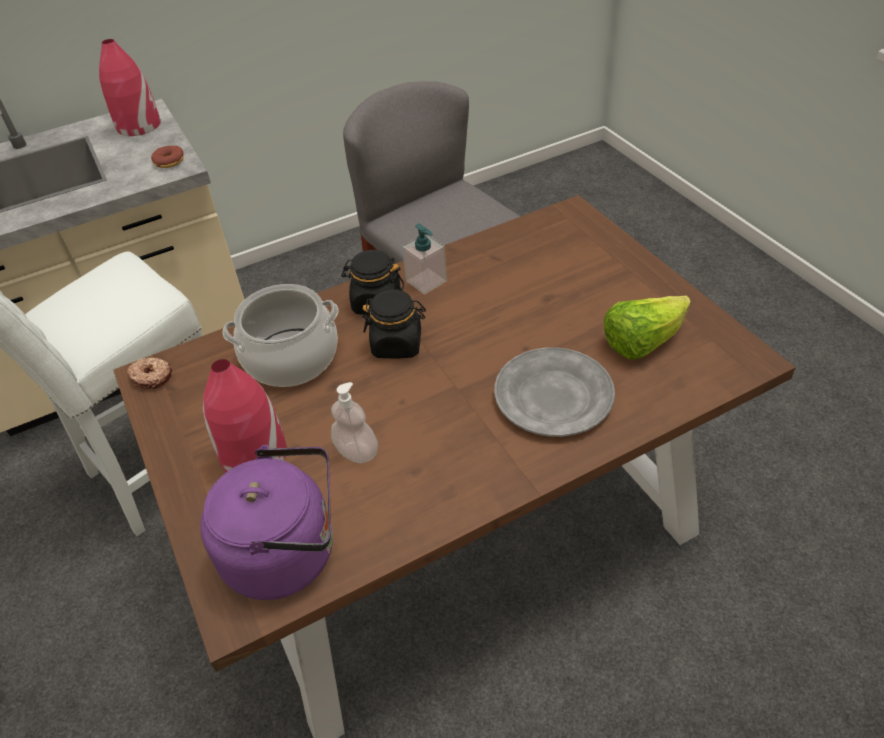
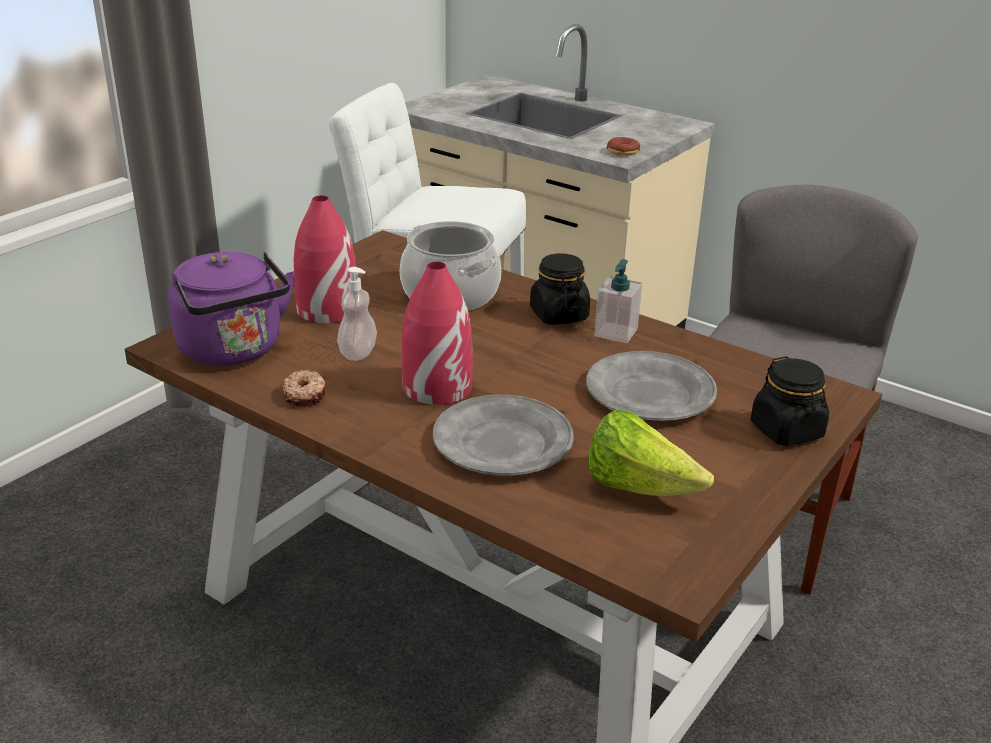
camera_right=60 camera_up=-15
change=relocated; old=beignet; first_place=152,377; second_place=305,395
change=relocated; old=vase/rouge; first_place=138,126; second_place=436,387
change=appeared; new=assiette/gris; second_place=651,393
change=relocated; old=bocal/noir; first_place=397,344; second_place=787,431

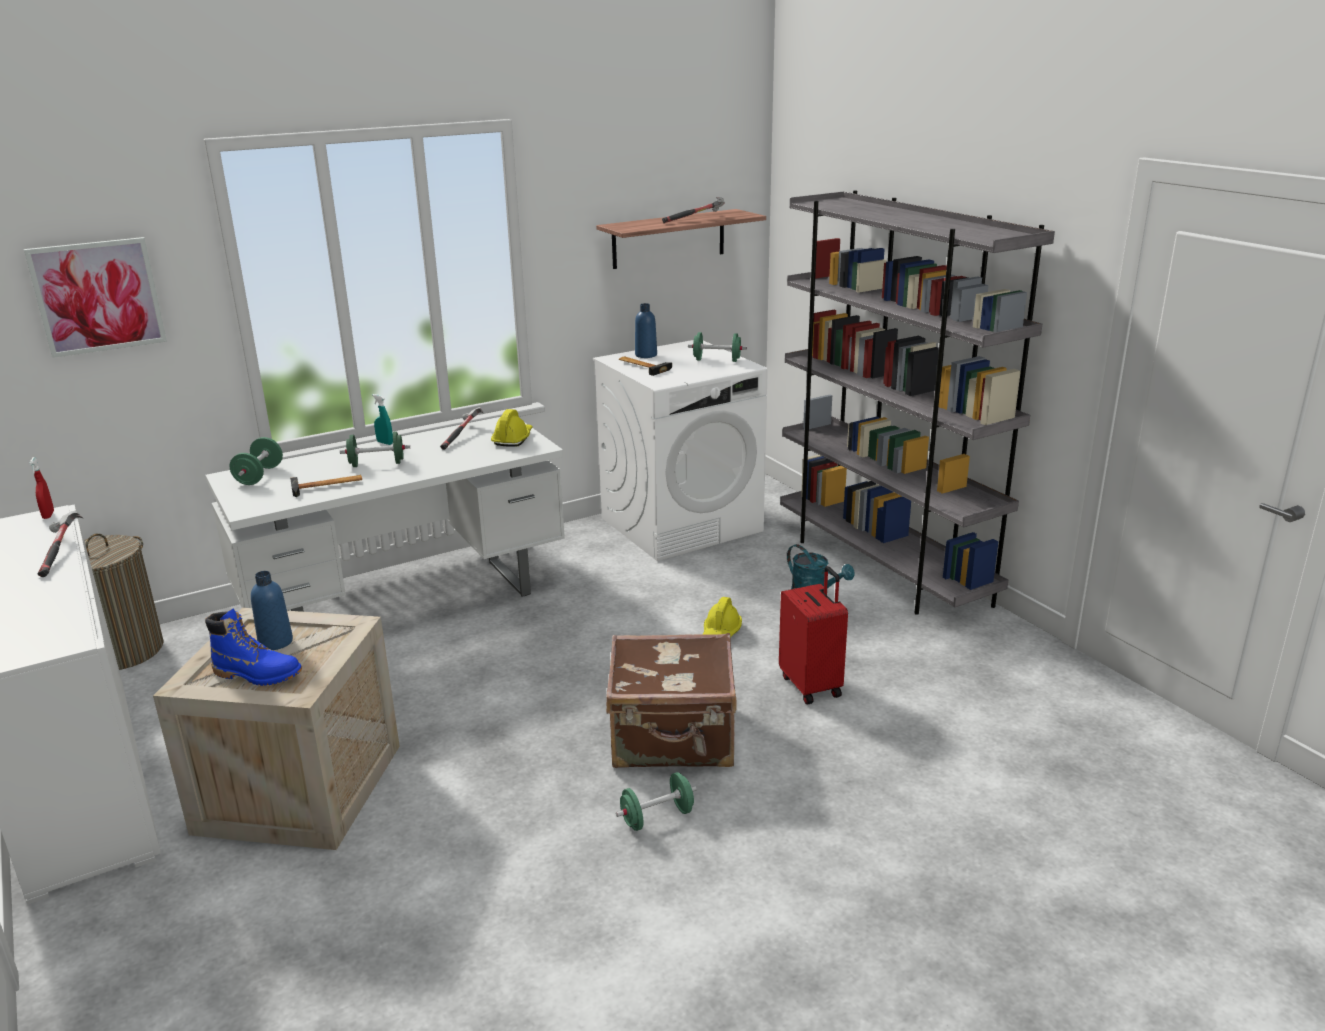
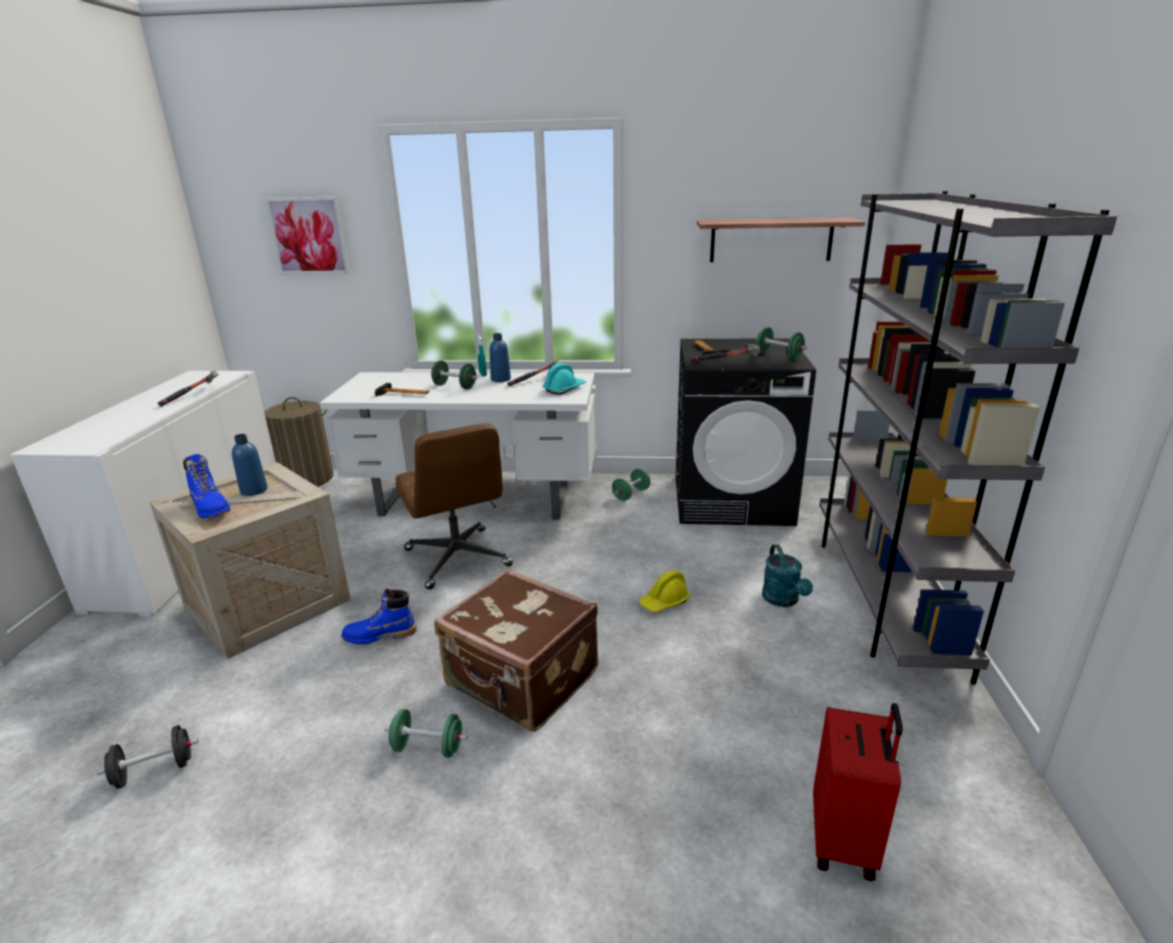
camera_right=35 camera_up=0
change=appeared; new=haltère/noir; second_place=154,771
change=appeared; new=botte/bleu; second_place=380,635
change=appeared; new=chaise de bureau/marron; second_place=458,558
change=relocated; old=bouteille/bleu; first_place=646,355; second_place=500,379
change=colour; old=casque de chantier/jaune; new=casque de chantier/turquoise; first_place=512,439; second_place=564,389
change=relocated; old=haltère/vert; first_place=259,476; second_place=631,494
change=colour; old=lave-linge/blanc; new=lave-linge/noir; first_place=682,524; second_place=732,500
change=relocated; old=marteau; first_place=696,220; second_place=728,362
change=relocated; old=valise/rouge; first_place=812,685; second_place=845,841
change=missing; old=vaporisateur/rouge; first_place=48,515

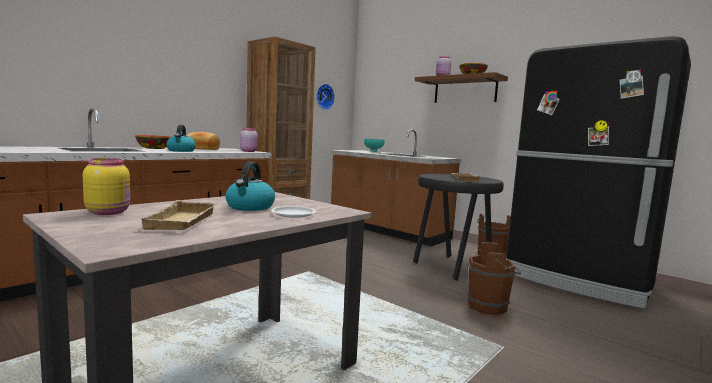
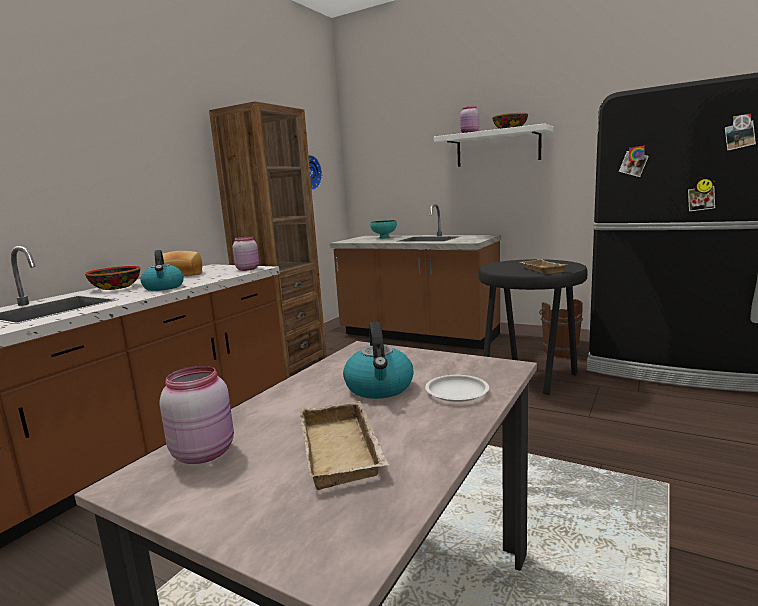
camera_right=-10 camera_up=5
change=colour; old=bocal/jaune; new=bocal/rose; first_place=109,212; second_place=204,452
change=colour; old=étagère/marron; new=étagère/blanc; first_place=465,90; second_place=497,148
change=missing; old=seau/marron; first_place=490,307

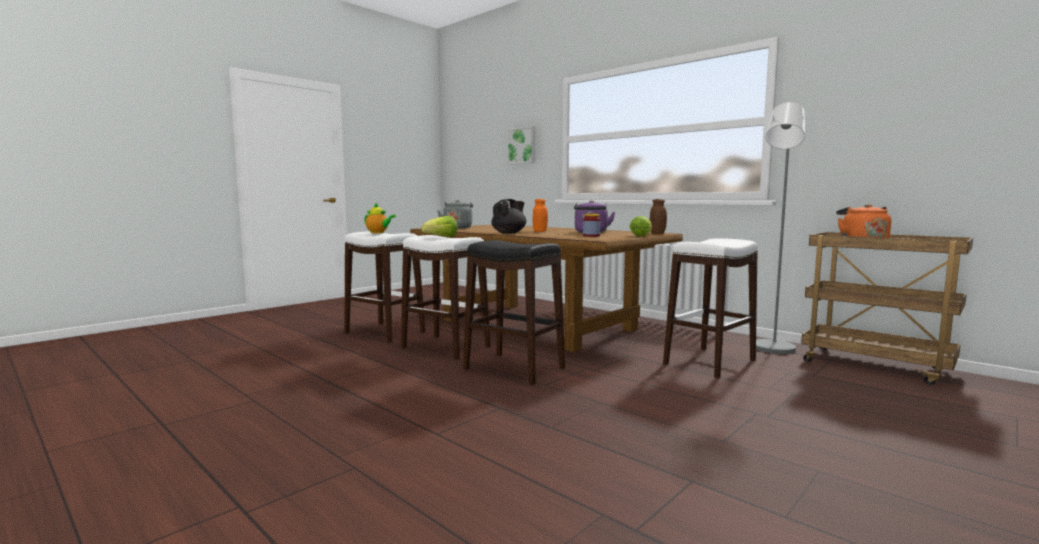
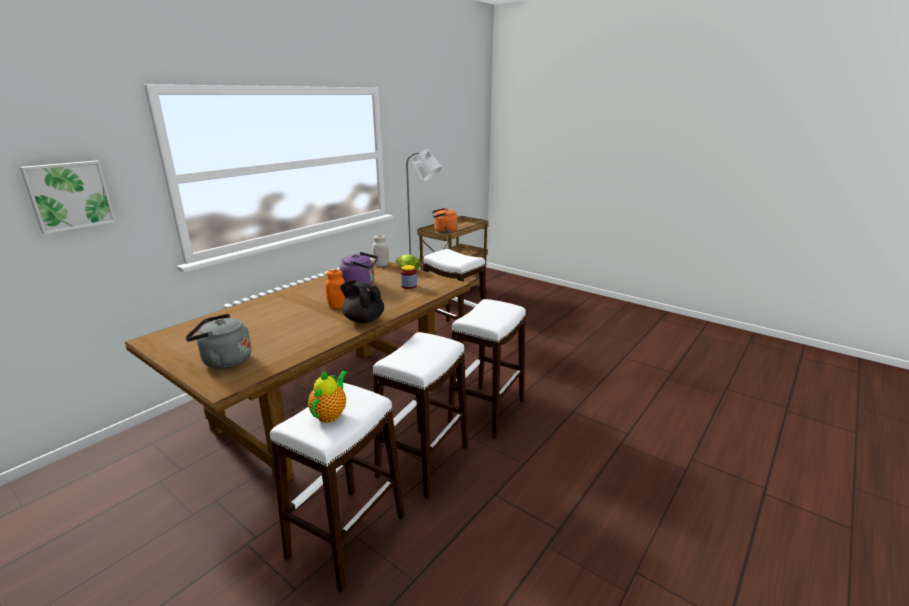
camera_right=-95 camera_up=15
change=colour; old=bocal/marron; new=bocal/blanc; first_place=657,233; second_place=381,265
change=colour; old=tabouret/noir; new=tabouret/blanc; first_place=513,368; second_place=487,411
change=missing; old=laitue; first_place=441,237

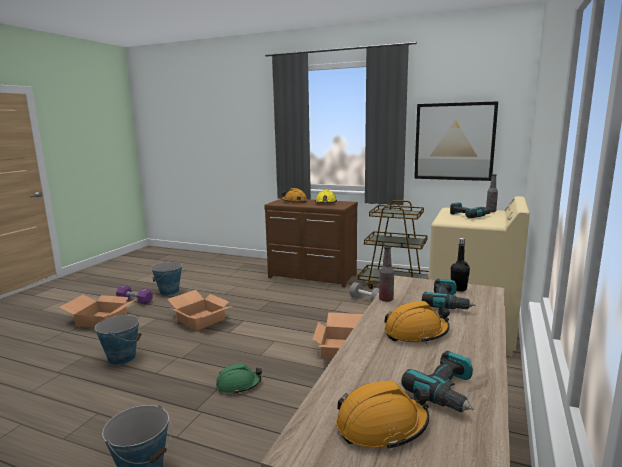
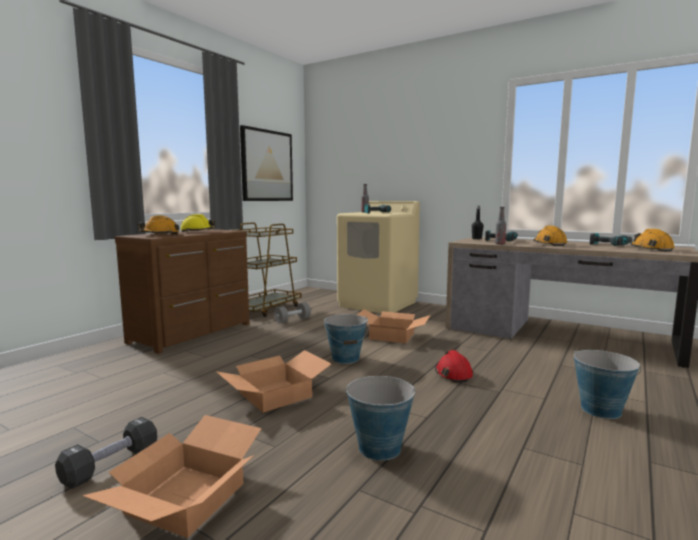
camera_right=-80 camera_up=-5
change=colour; old=haltère/violet; new=haltère/noir; first_place=135,301; second_place=111,465
change=relocated; old=seau; first_place=169,292; second_place=346,358
change=colour; old=casque de chantier/vert; new=casque de chantier/rouge; first_place=238,385; second_place=453,374

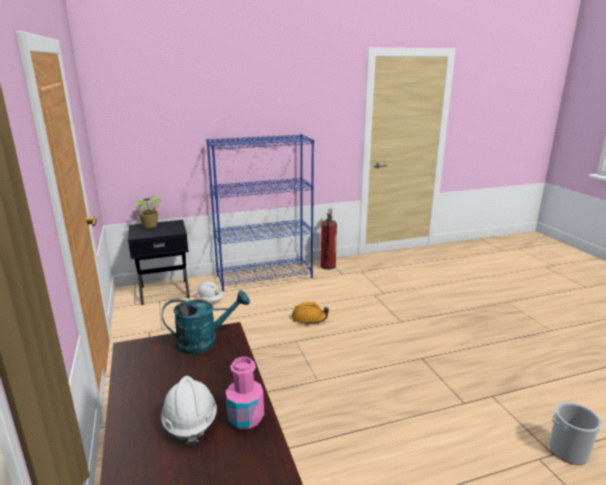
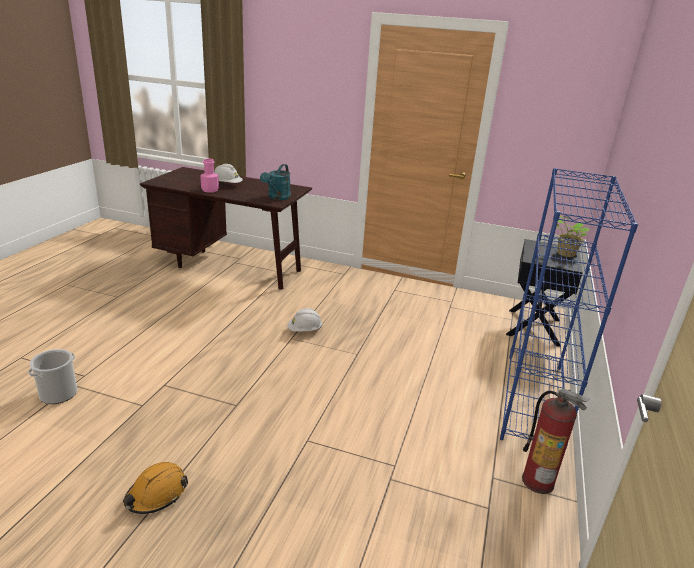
camera_right=125 camera_up=5
change=relocated; old=casque de chantier/orange; first_place=309,318; second_place=156,494
change=relocated; old=casque de chantier/blanc; first_place=210,299; second_place=304,330

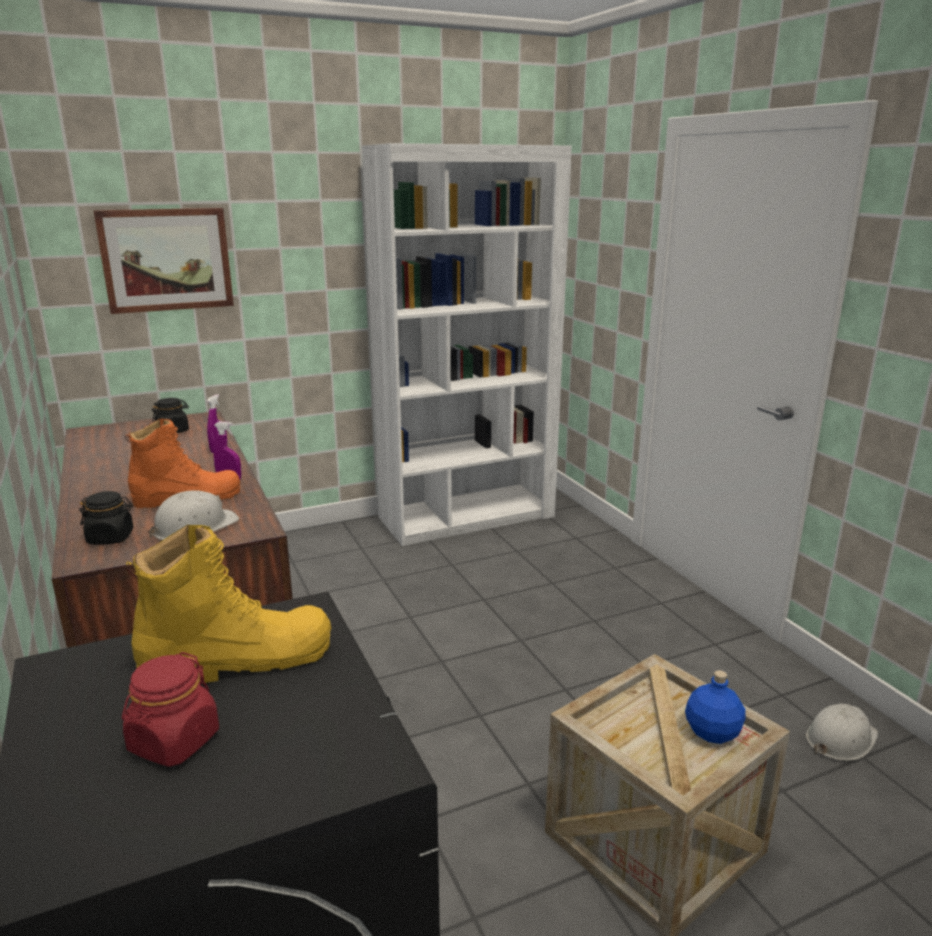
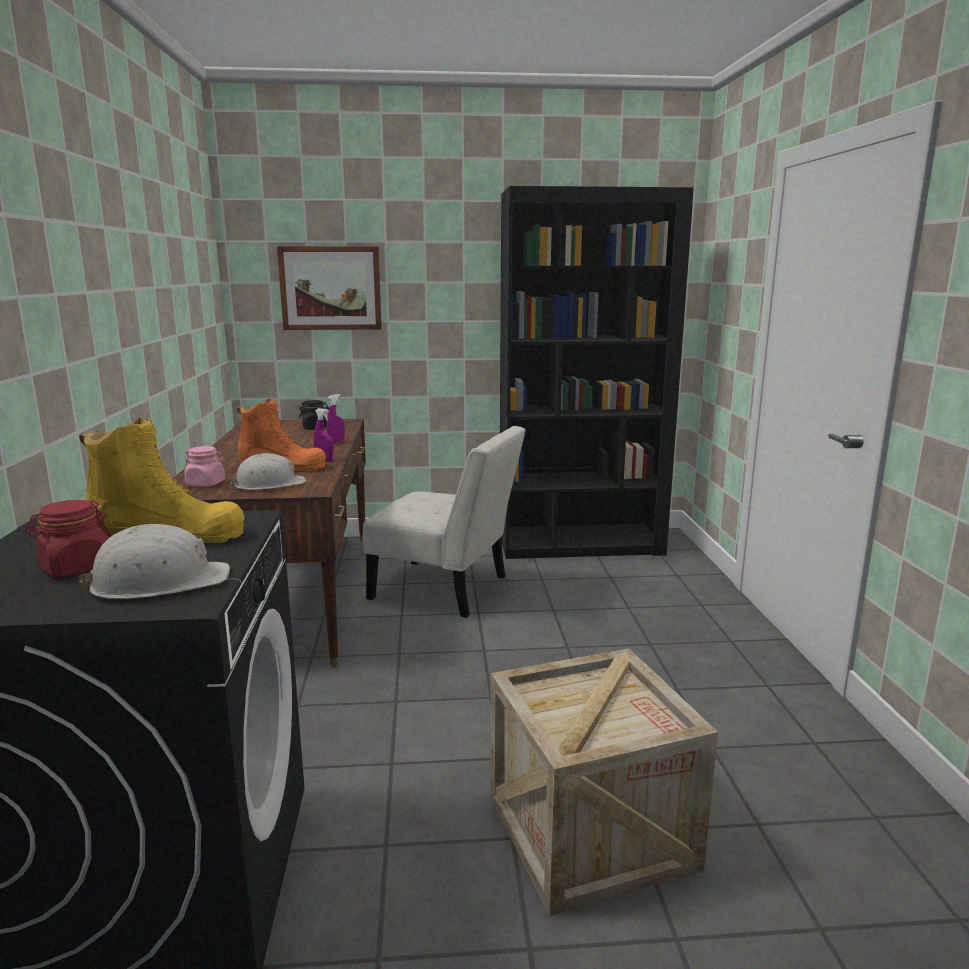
camera_right=20 camera_up=-5
change=relocated; old=casque de chantier/blanc; first_place=840,739; second_place=159,582
change=colour; old=bocal/noir; new=bocal/rose; first_place=111,538; second_place=206,483
change=appeared; new=chaise/blanc; second_place=446,590
change=colour; old=bibliothèque/blanc; new=bibliothèque/noir; first_place=467,517; second_place=580,544
change=missing; old=bouteille/bleu; first_place=712,732

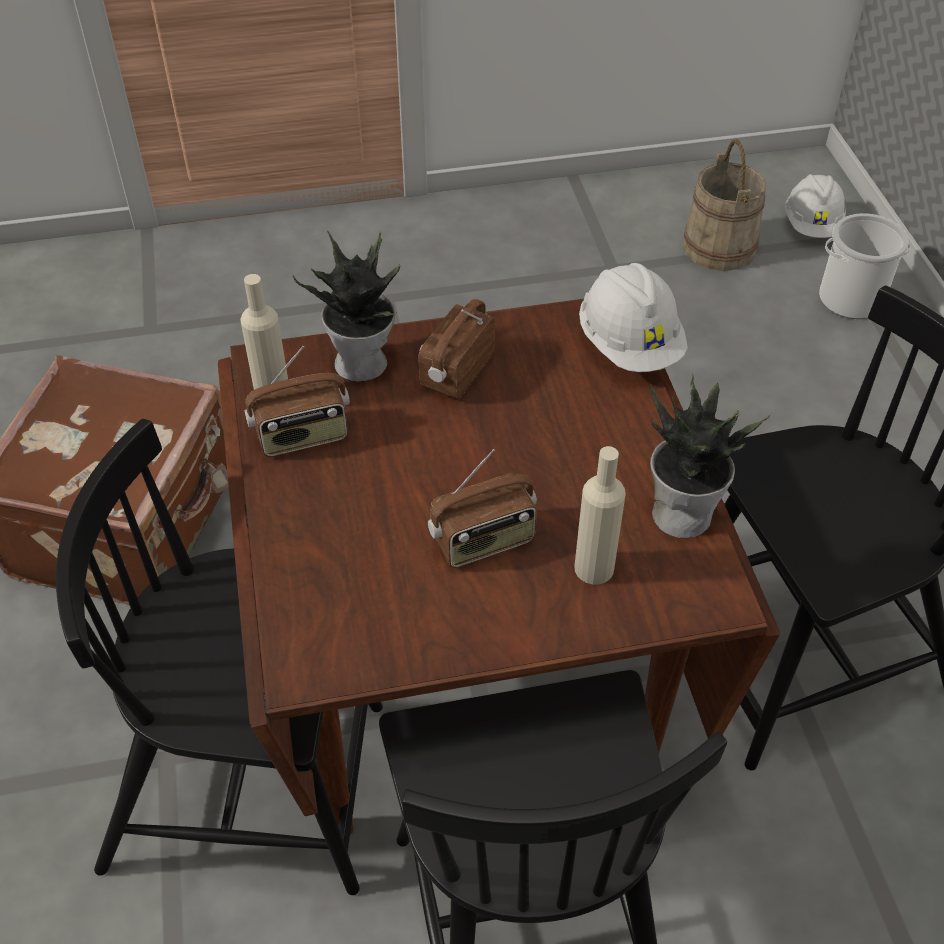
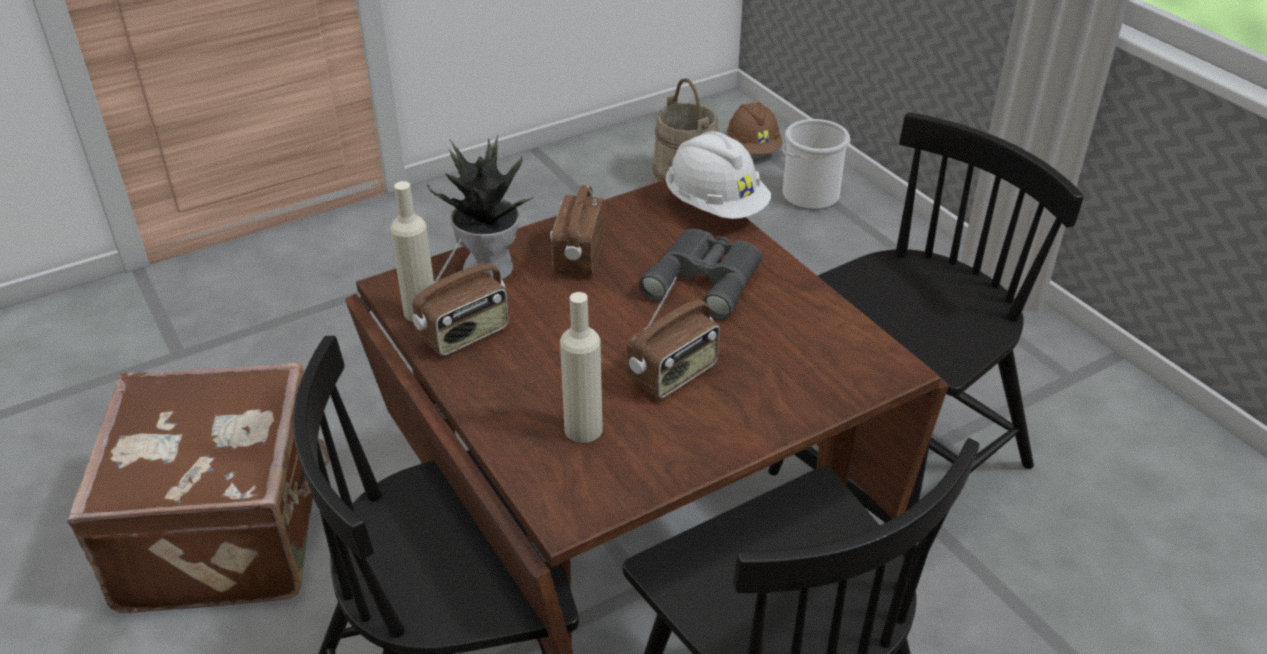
camera_right=-20 camera_up=-10
change=relocated; old=bouteille/beige; first_place=594,568; second_place=583,429
change=appeared; new=jumelles/gris; second_place=706,279
change=colour; old=casque de chantier/blanc; new=casque de chantier/marron; first_place=812,225; second_place=753,148
change=missing; old=plante en pot; first_place=683,512

